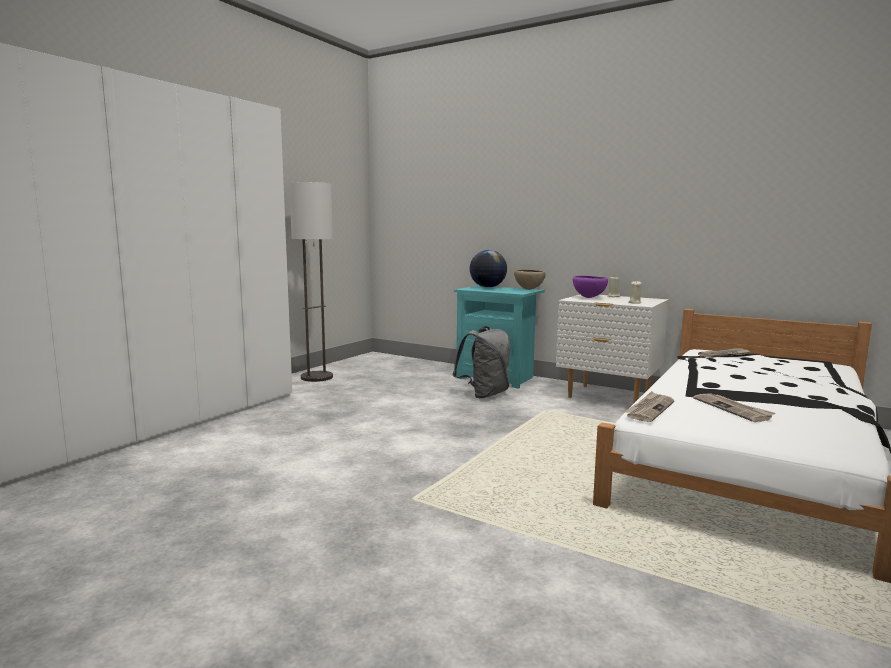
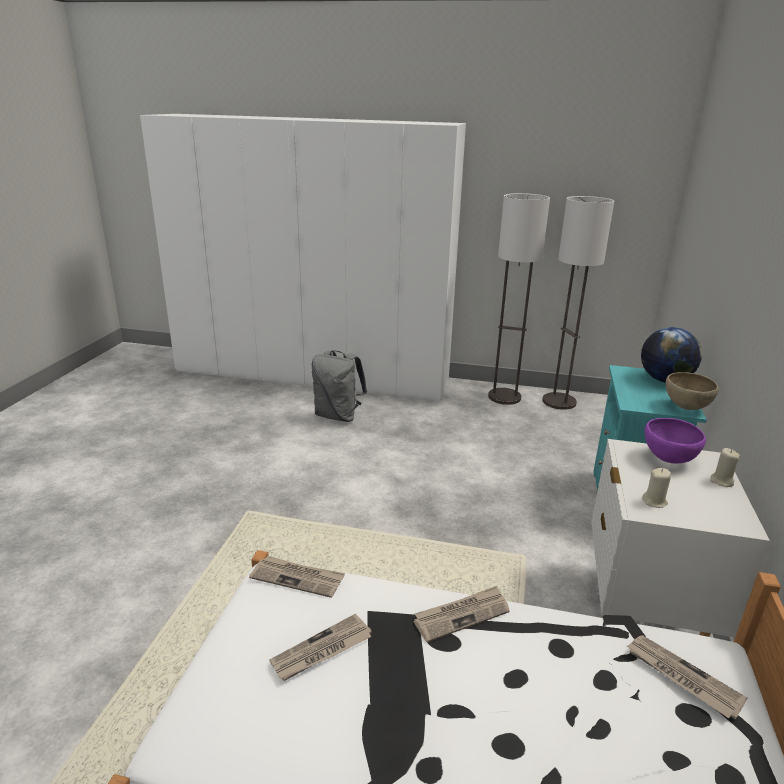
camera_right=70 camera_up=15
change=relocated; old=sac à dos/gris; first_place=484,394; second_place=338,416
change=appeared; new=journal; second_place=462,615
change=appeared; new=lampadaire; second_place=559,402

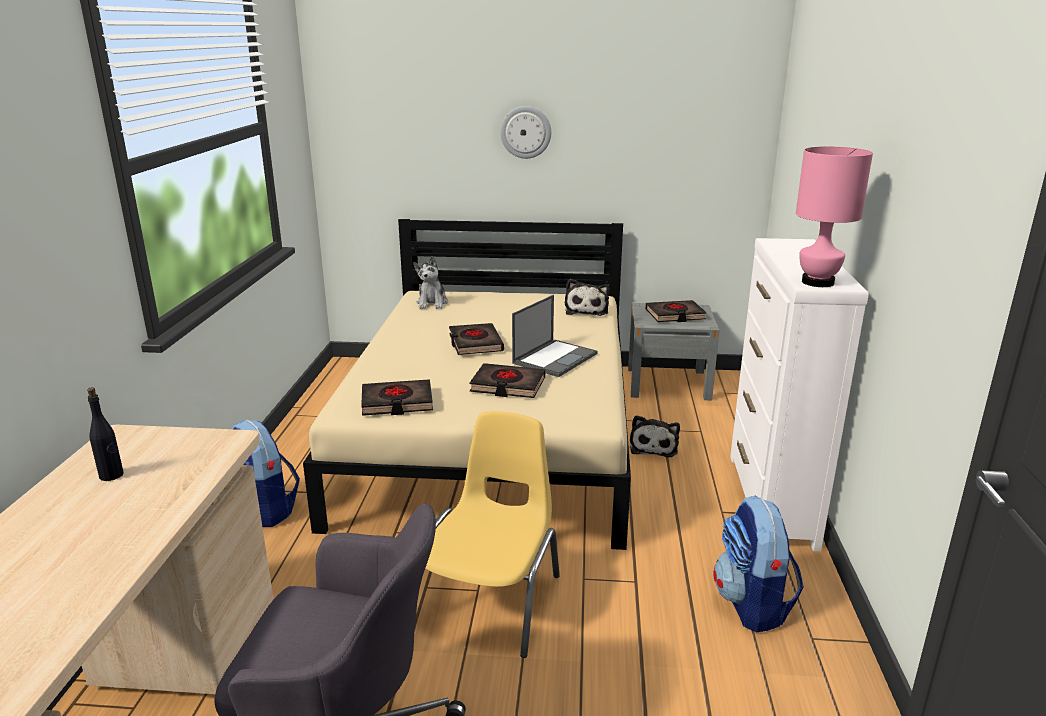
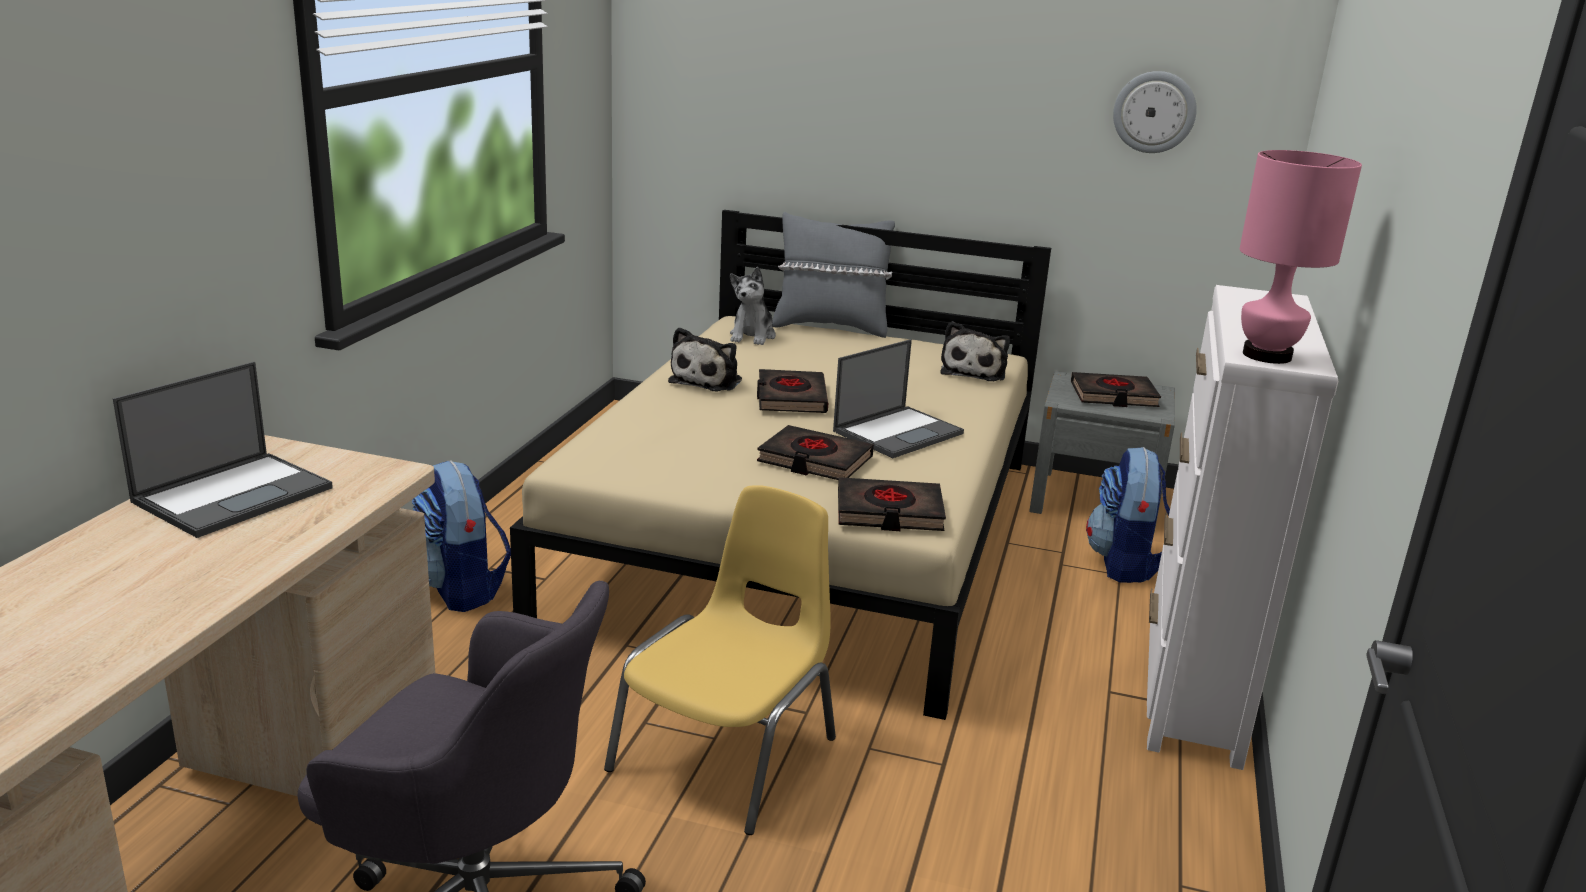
camera_right=10 camera_up=0
change=exchanged; old=bouteille/noir; new=ordinateur portable; first_place=111,475; second_place=235,494
change=relocated; old=peluche; first_place=653,446; second_place=708,380
change=appeared; new=coussin/gris; second_place=830,327
change=relocated; old=livre/noir; first_place=397,403; second_place=889,512
change=relocated; old=sac à dos; first_place=752,604; second_place=1125,565
change=relocated; old=horloge murale; first_place=526,132; second_place=1154,112

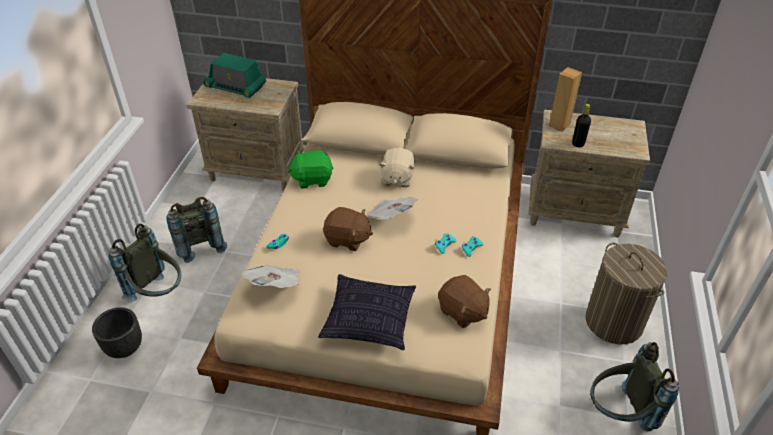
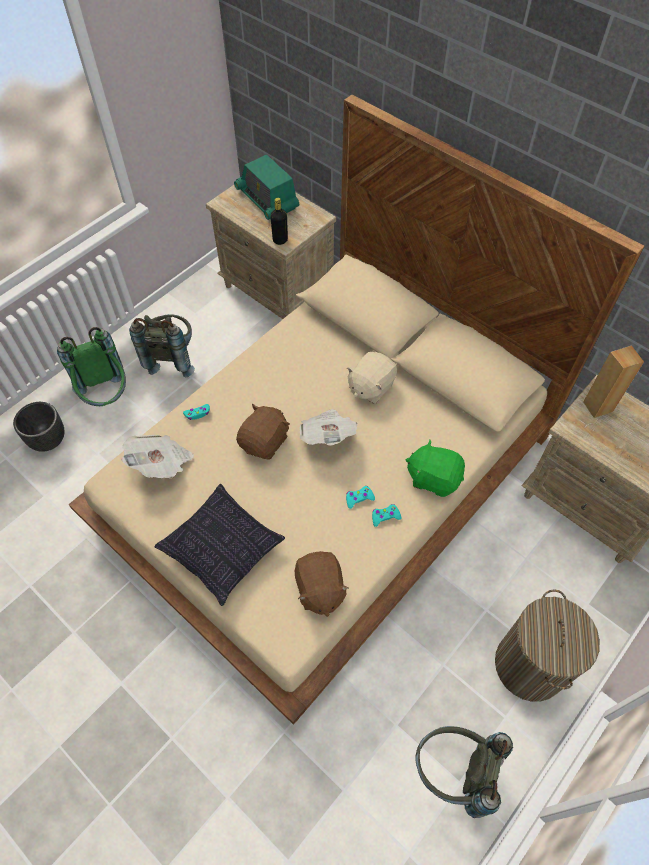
camera_right=30 camera_up=15
change=colour; old=sac à dos/gris; new=sac à dos/vert; first_place=159,294; second_place=107,397
change=spun; old=peluche/marron; first_place=347,239; second_place=265,442; degrees=-105
change=relocated; old=bouteille/noir; first_place=578,144; second_place=280,240
change=relocated; old=peluche/vert; first_place=312,179; second_place=433,478

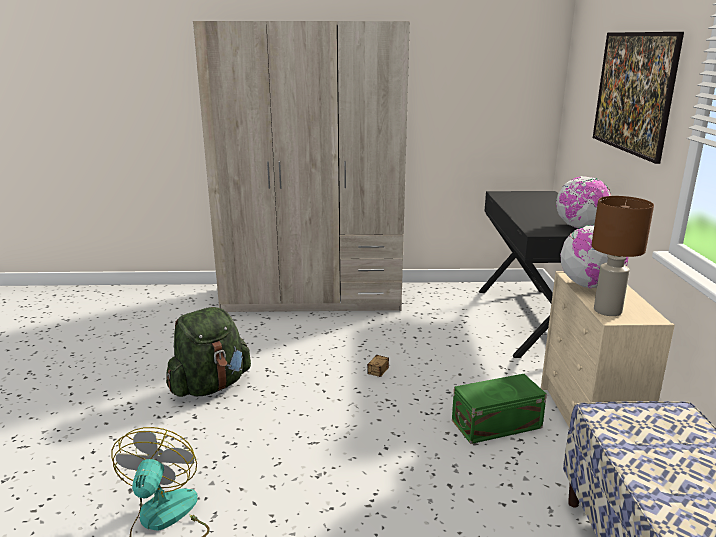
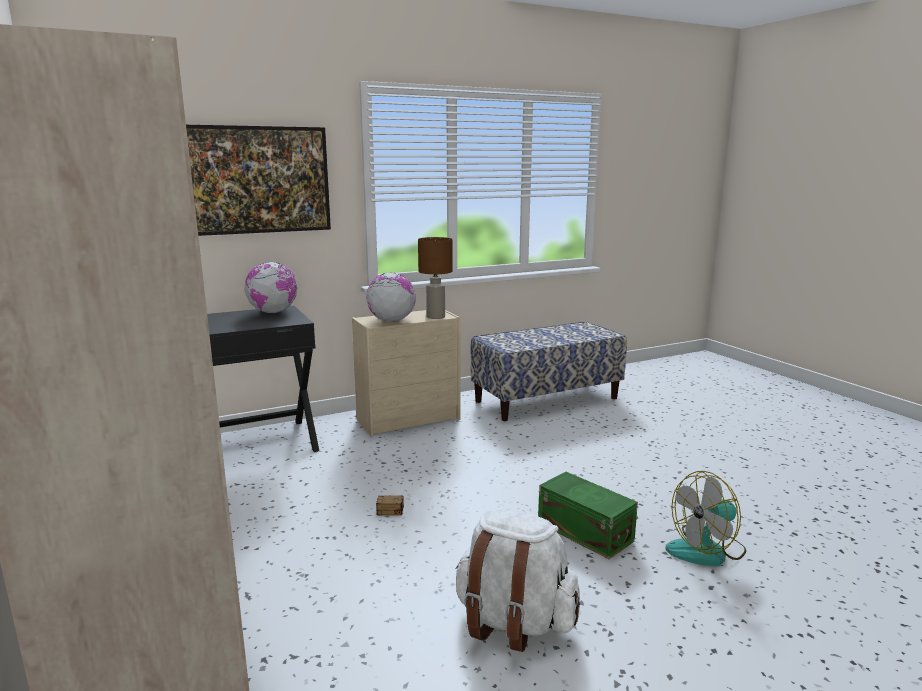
camera_right=-115 camera_up=-5
change=colour; old=sac à dos/vert; new=sac à dos/blanc; first_place=210,386; second_place=513,622
change=relocated; old=boîte de rangement/vert; first_place=498,424; second_place=584,530

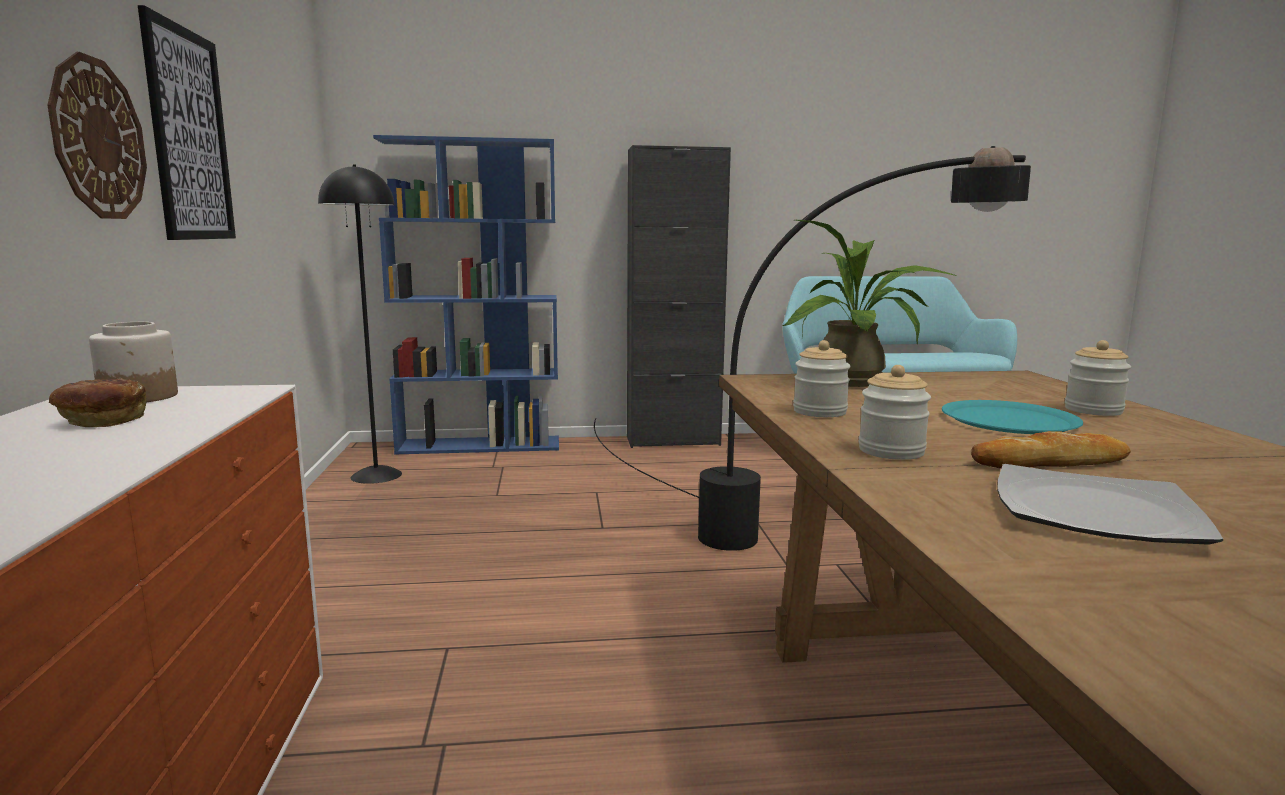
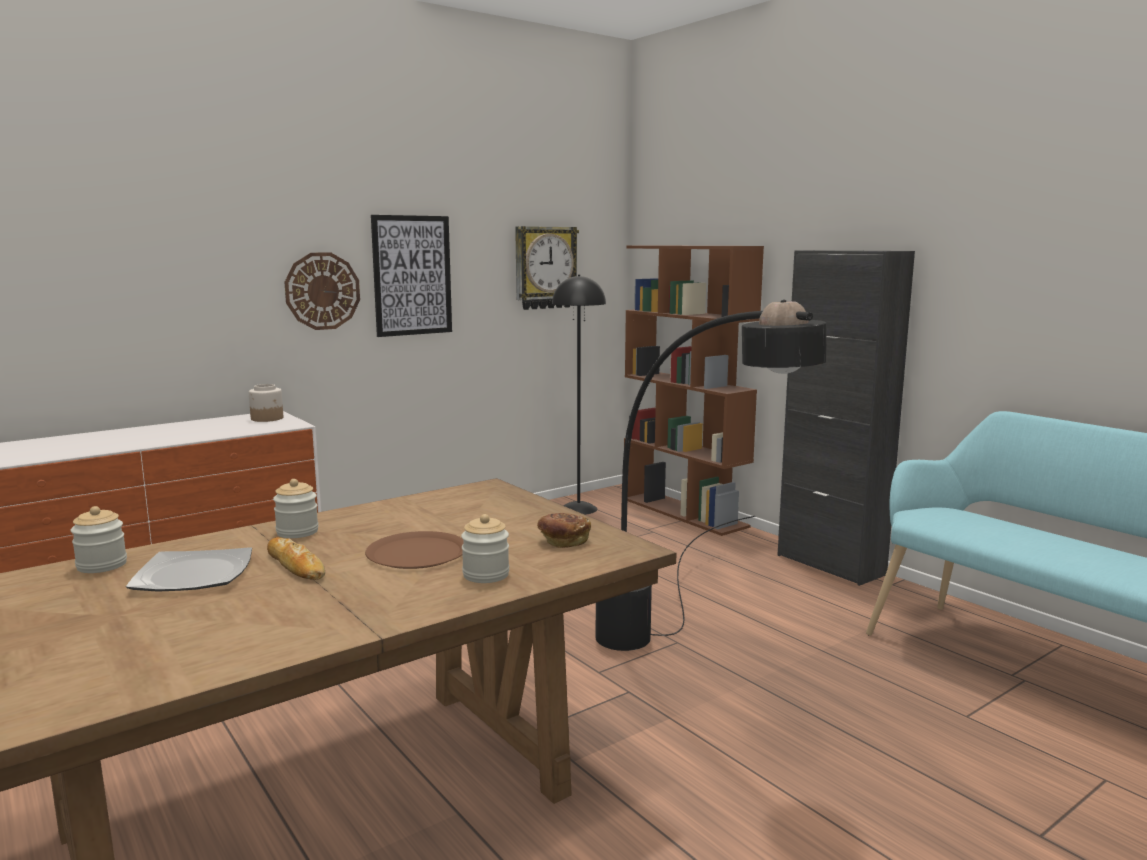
camera_right=60 camera_up=0
change=relocated; old=bocal; first_place=819,412; second_place=102,565
change=colour; old=assiette/turquoise; new=assiette/marron; first_place=1009,420; second_place=417,552
change=appeared; new=horloge murale; second_place=545,267
change=relocated; old=pain; first_place=103,421; second_place=563,541
change=colour; old=bibliothèque/bleu; new=bibliothèque/marron; first_place=480,445; second_place=684,512
change=missing; old=plante en pot; first_place=858,382

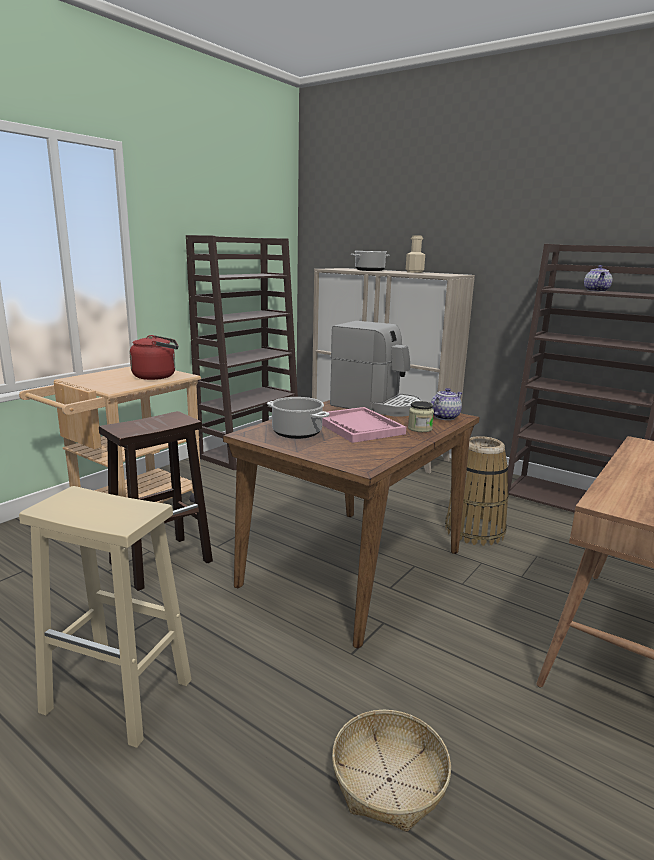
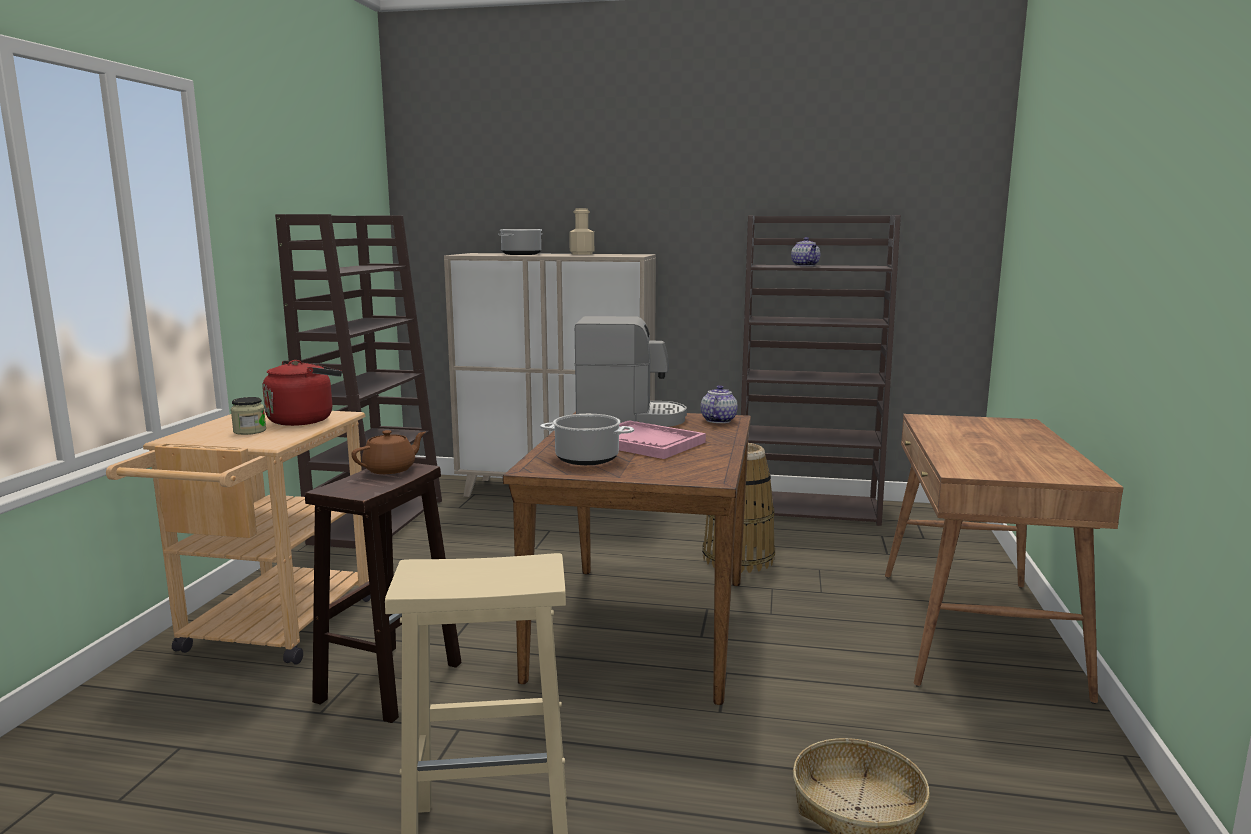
camera_right=-25 camera_up=-5
change=relocated; old=bocal; first_place=420,428; second_place=250,431
change=appeared; new=théière/marron; second_place=391,469

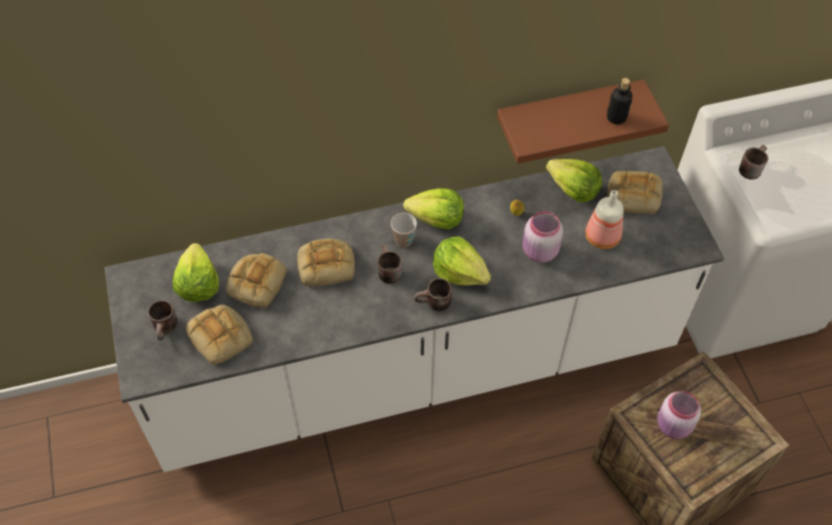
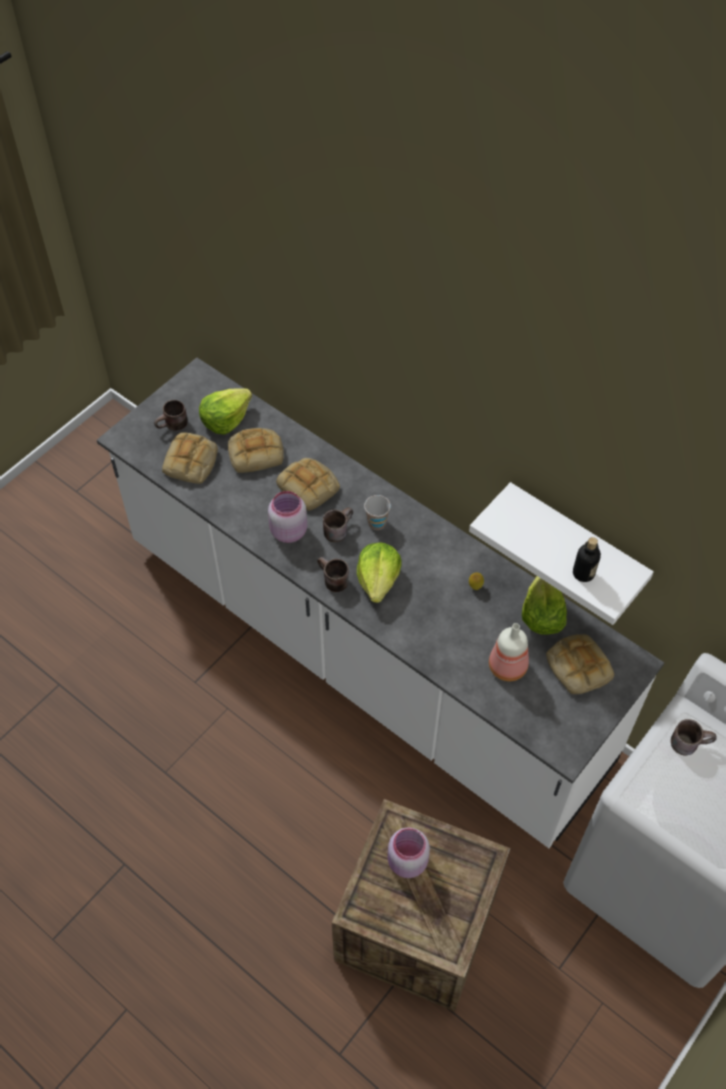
camera_right=55 camera_up=0
change=relocated; old=bocal/rose; first_place=539,252; second_place=287,531
change=colour; old=étagère/marron; new=étagère/blanc; first_place=567,114; second_place=575,544
change=missing; old=laitue; first_place=436,219

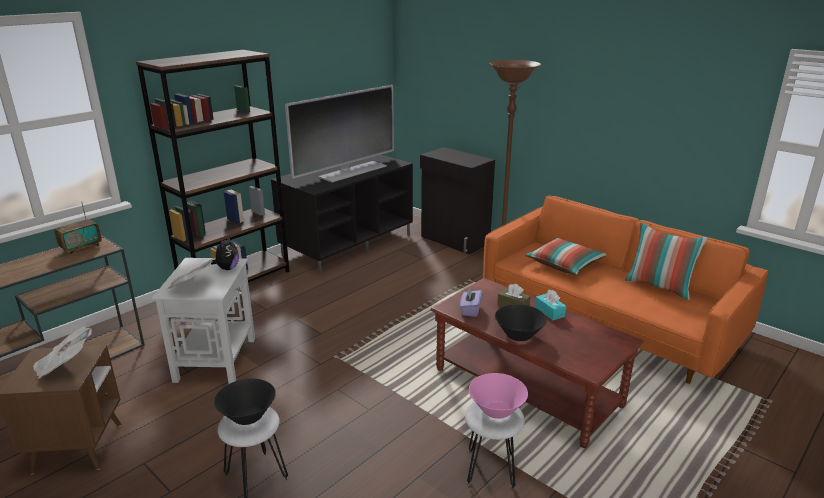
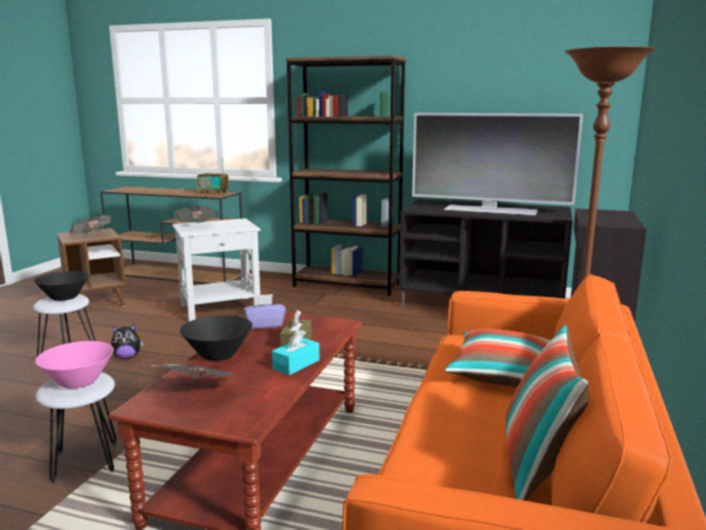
camera_right=65 camera_up=-10
change=relocated; old=peluche; first_place=227,268; second_place=127,357
change=appeared; new=journal; second_place=200,392

